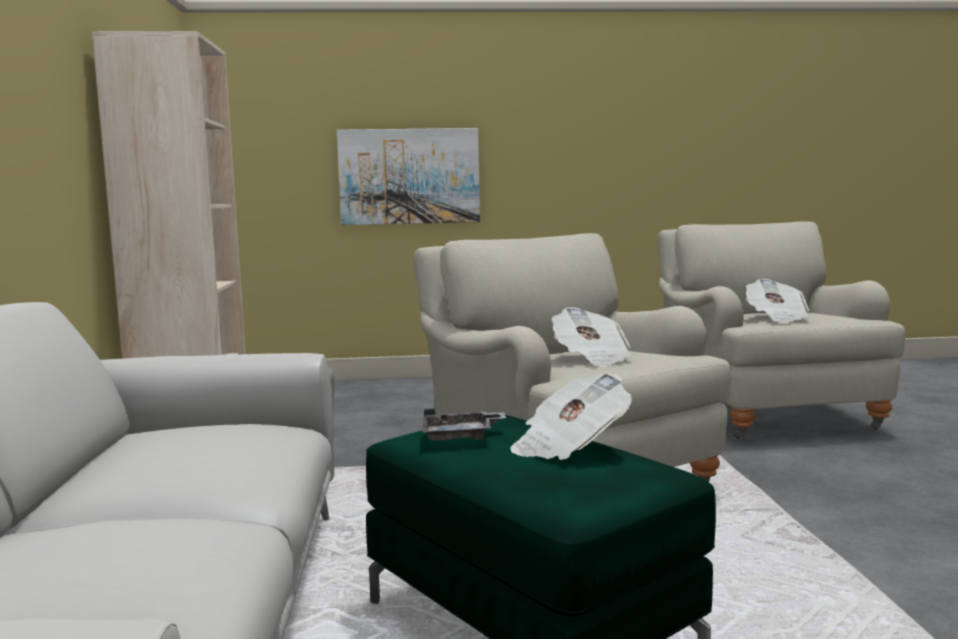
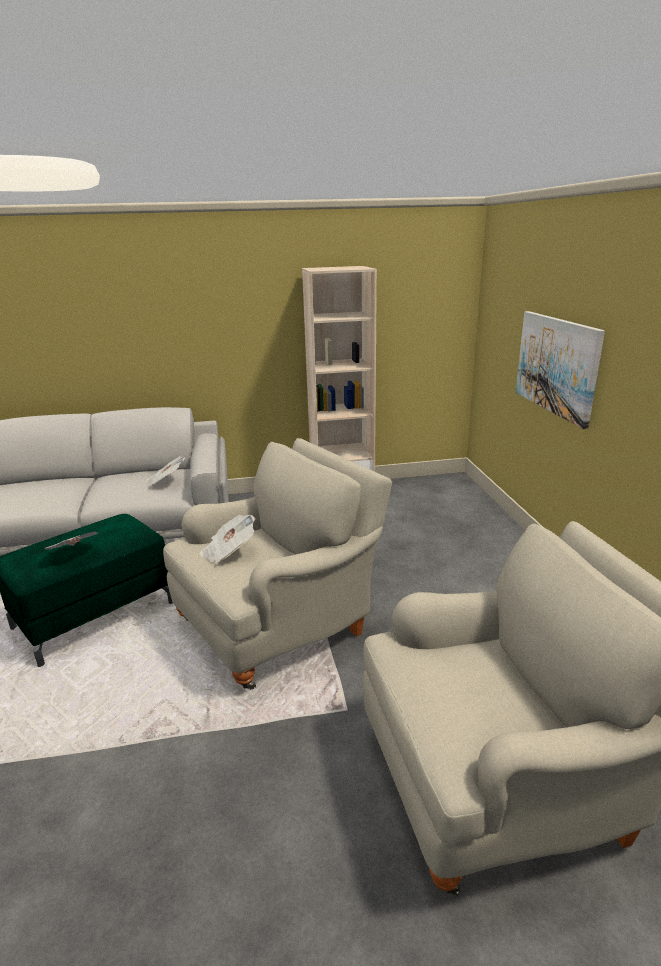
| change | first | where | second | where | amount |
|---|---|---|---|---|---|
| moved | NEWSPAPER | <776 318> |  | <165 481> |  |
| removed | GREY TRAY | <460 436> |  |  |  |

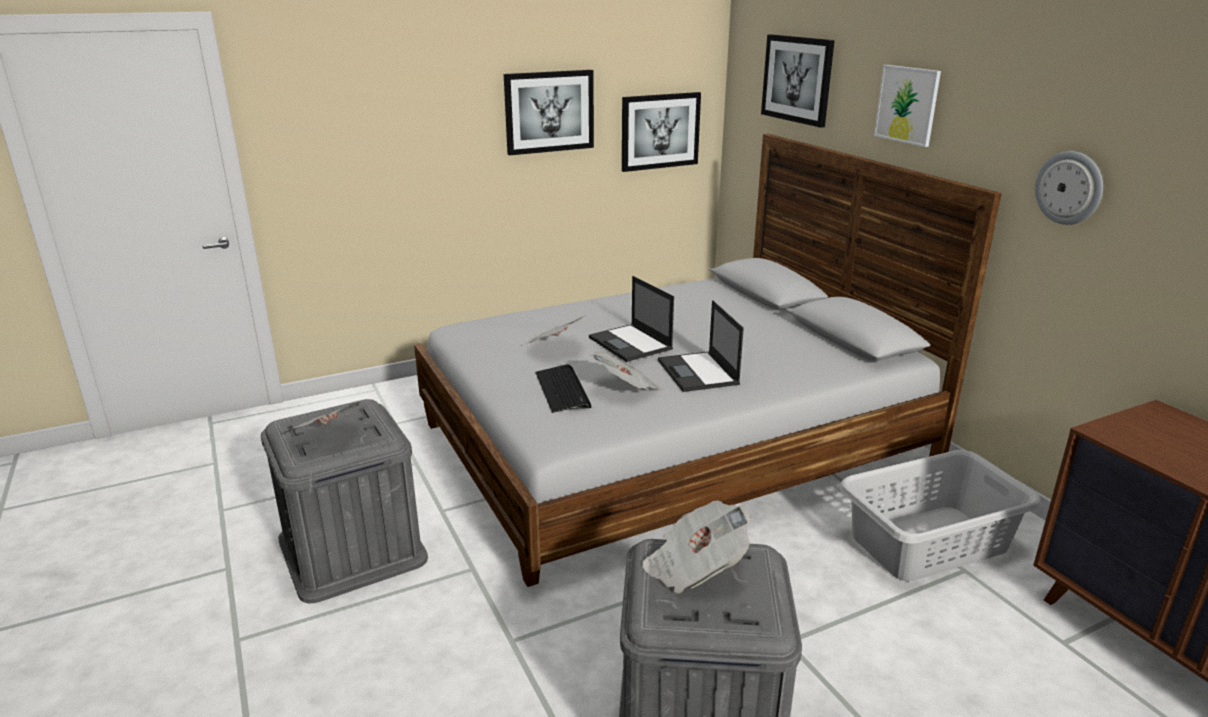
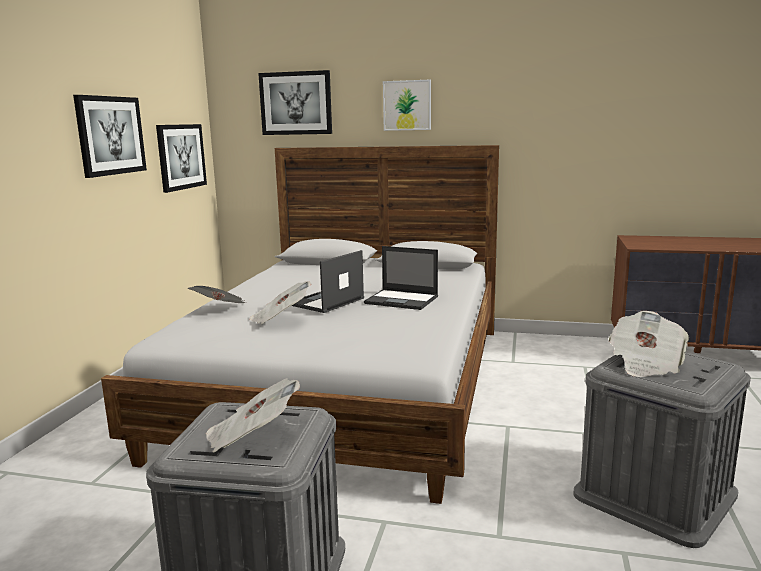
| change | first | where | second | where | amount |
|---|---|---|---|---|---|
| removed | WALL CLOCK | <1069 187> |  |  |  |
| turned | LAPTOP | <631 343> |  | <326 301> | 120 degrees clockwise |
| moved | NEWSPAPER | <626 389> |  | <220 310> |  |
| removed | KEYBOARD | <563 390> |  |  |  |
| removed | GREY LAUNDRY BASKET | <930 543> |  |  |  |

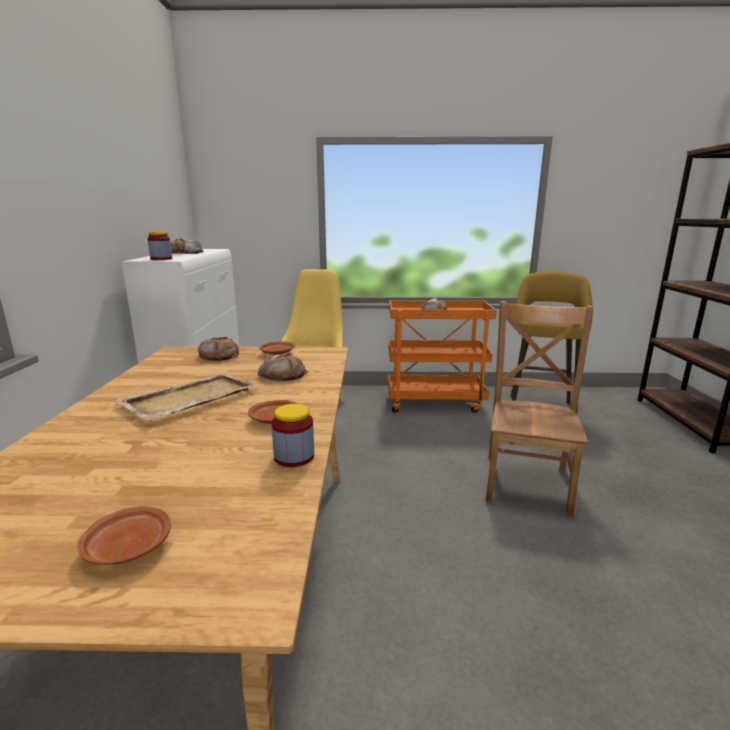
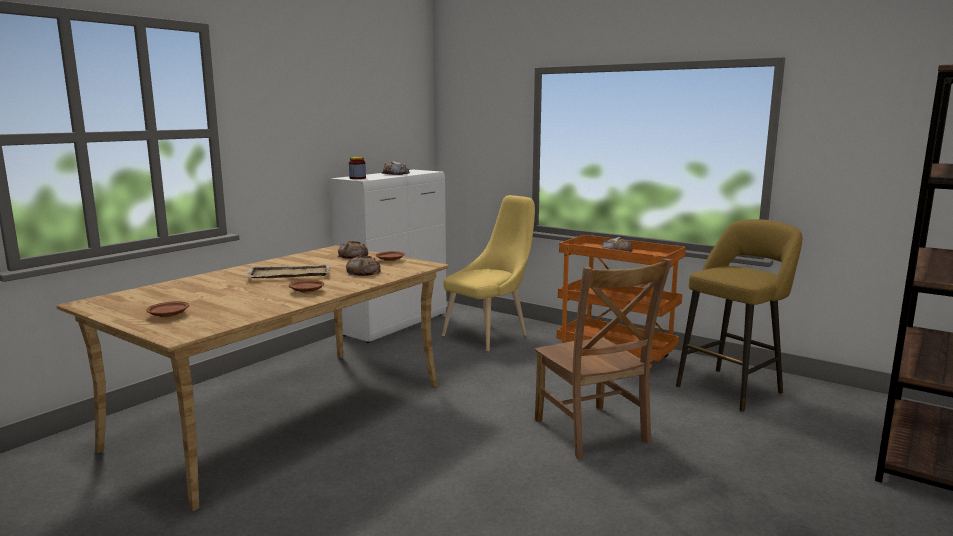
| change | first | where | second | where | amount |
|---|---|---|---|---|---|
| turned | BROWN CHAIR | <527 481> |  | <592 433> | 105 degrees clockwise |
| removed | JAR | <294 457> |  |  |  |

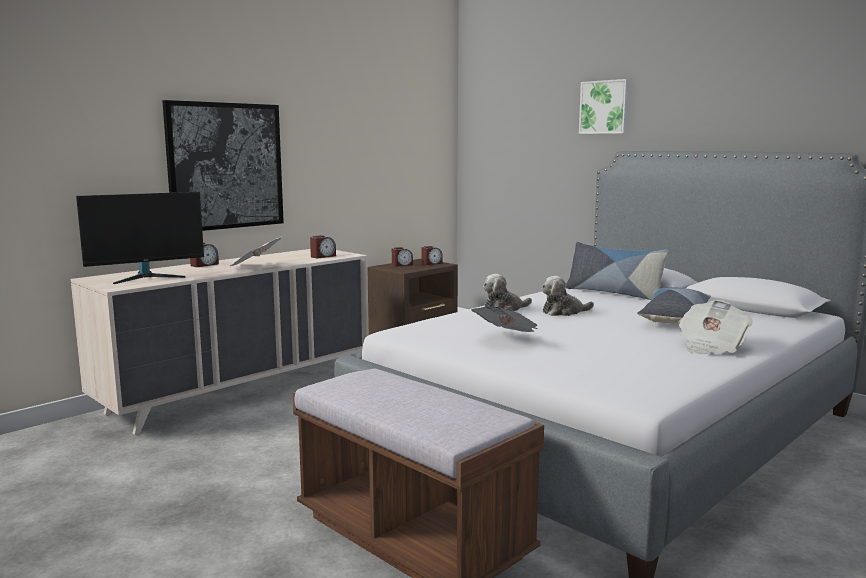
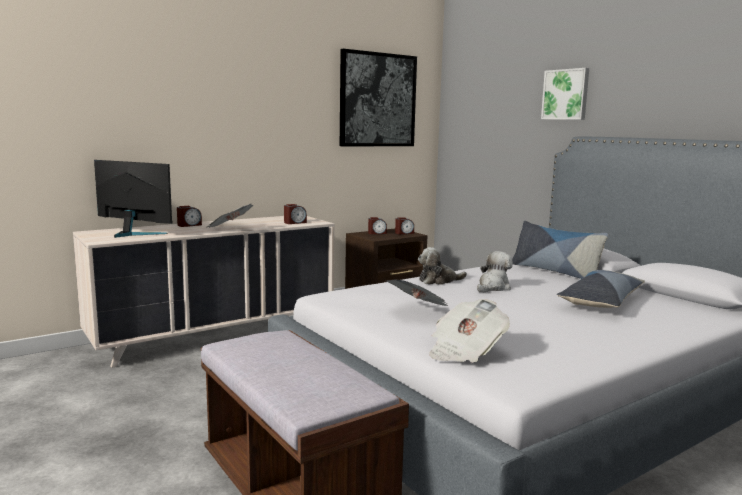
| change | first | where | second | where | amount |
|---|---|---|---|---|---|
| moved | PICTURE | <225 166> |  | <377 100> |  |
| turned | MONITOR | <147 277> |  | <132 233> | 135 degrees counterclockwise |
| turned | PLUSH TOY | <563 312> |  | <493 287> | 135 degrees clockwise |
| moved | NEWSPAPER | <710 346> |  | <465 351> |  |

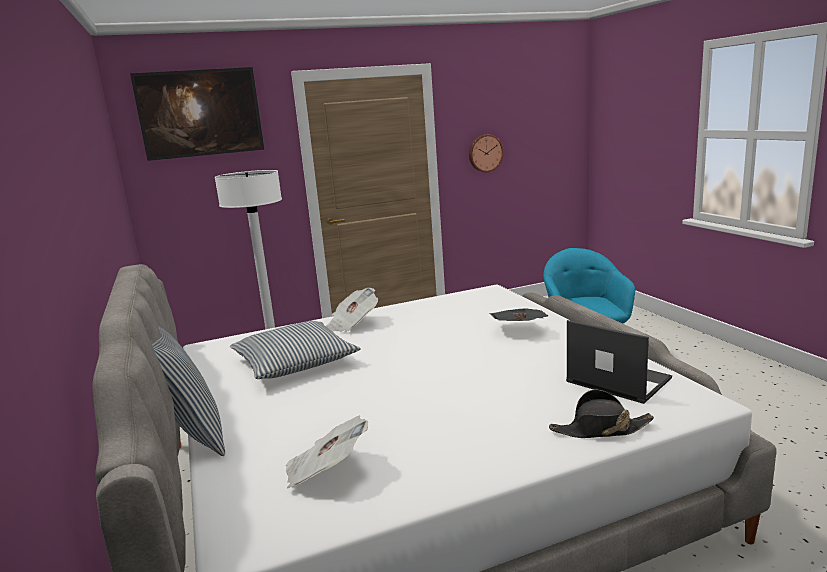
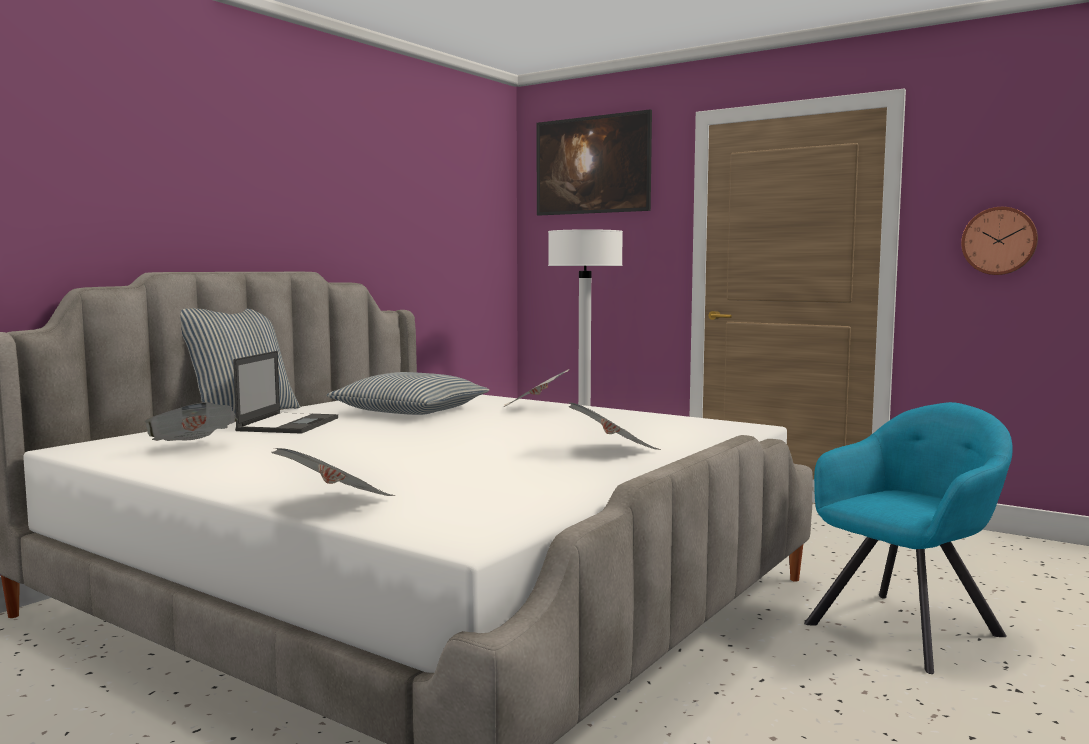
| change | first | where | second | where | amount |
|---|---|---|---|---|---|
| moved | LAPTOP | <617 380> |  | <289 424> |  |
| replaced | BLACK HAT | <600 429> | NEWSPAPER | <336 505> |  |

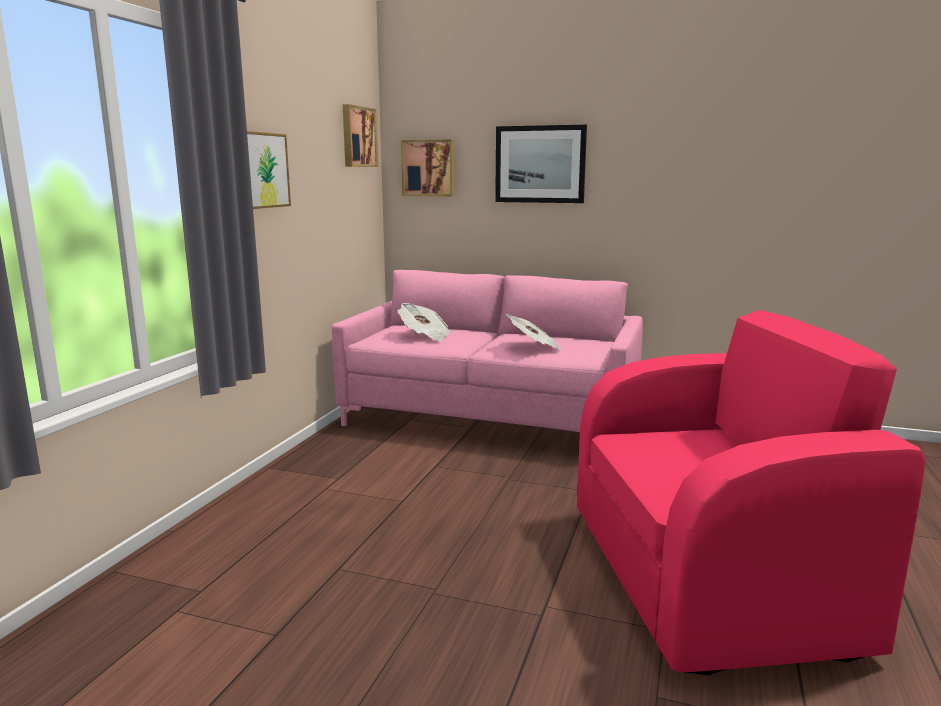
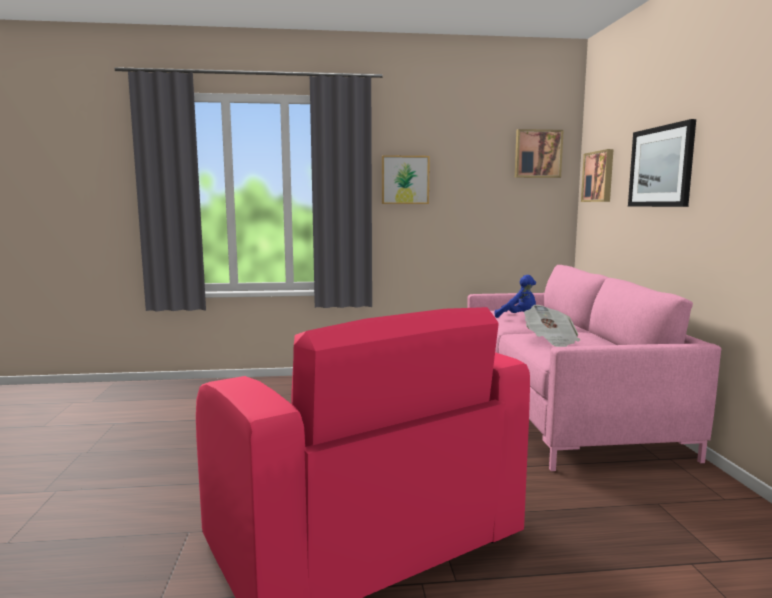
| change | first | where | second | where | amount |
|---|---|---|---|---|---|
| replaced | NEWSPAPER | <425 336> | BLUE PLUSH TOY | <518 317> |  |

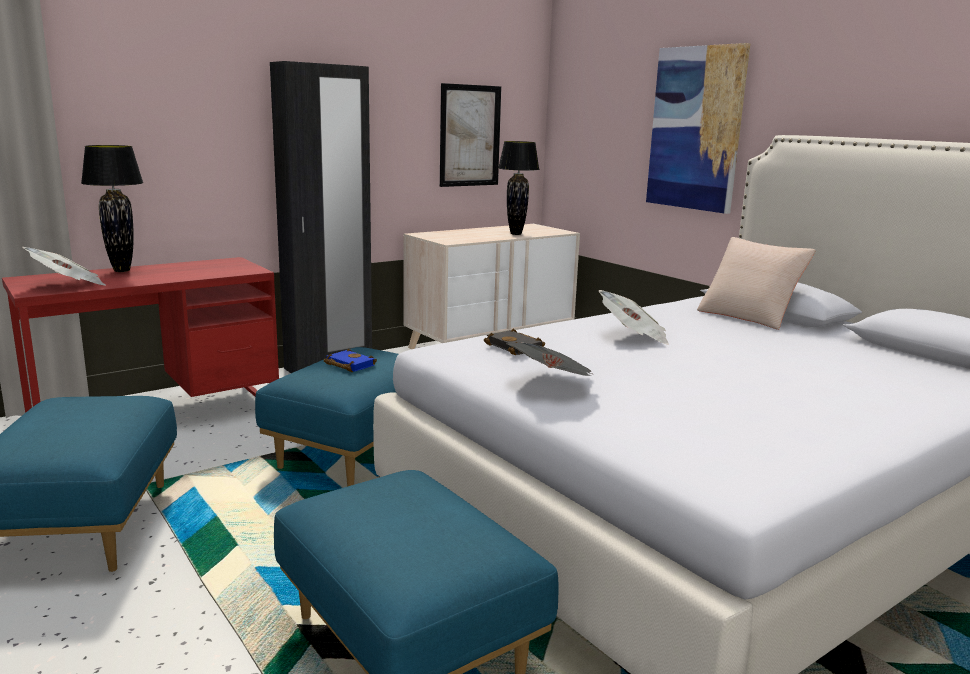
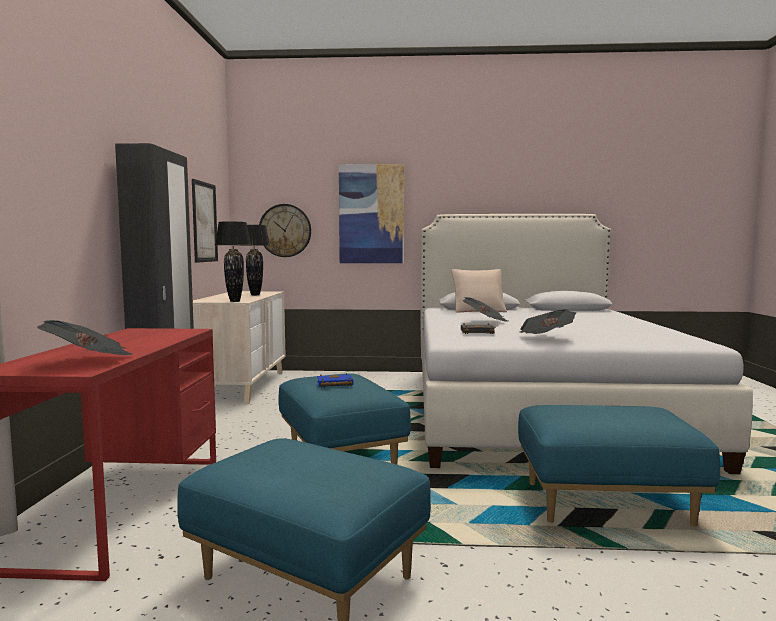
| change | first | where | second | where | amount |
|---|---|---|---|---|---|
| moved | BLACK TABLE LAMP | <122 270> |  | <234 301> |  |
| added |  |  | WALL CLOCK | <285 230> |  |

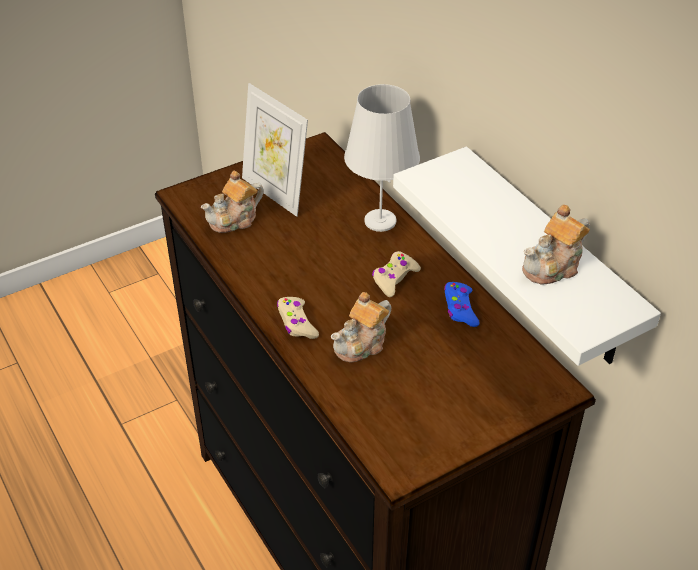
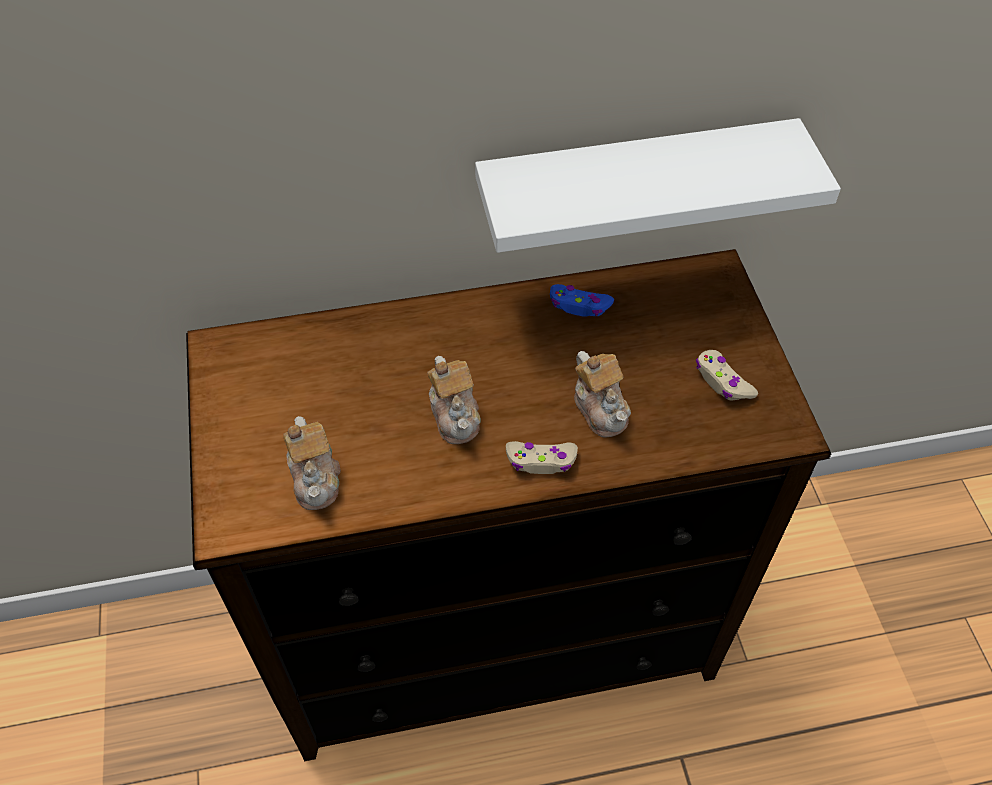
| change | first | where | second | where | amount |
|---|---|---|---|---|---|
| removed | PICTURE FRAME | <275 193> |  |  |  |
| removed | WHITE TABLE LAMP | <380 221> |  |  |  |
| moved | TEAPOT | <553 266> |  | <455 414> |  |
| moved | BEIGE GAME CONTROLLER | <394 278> |  | <722 381> |  |

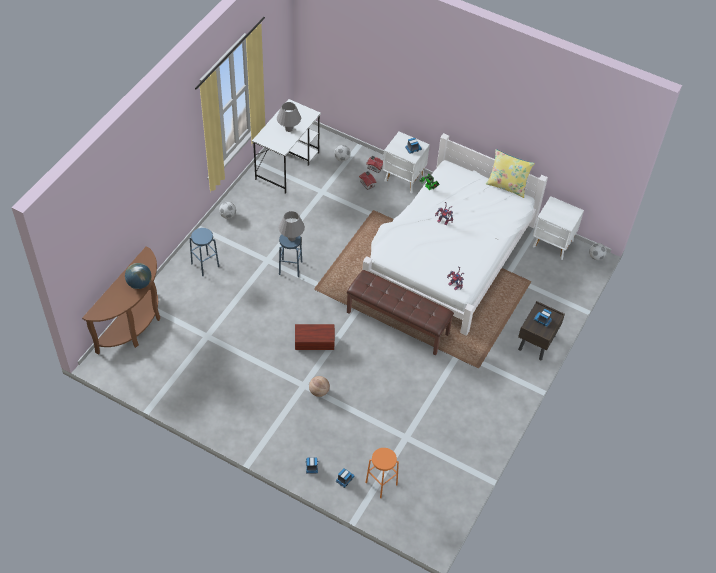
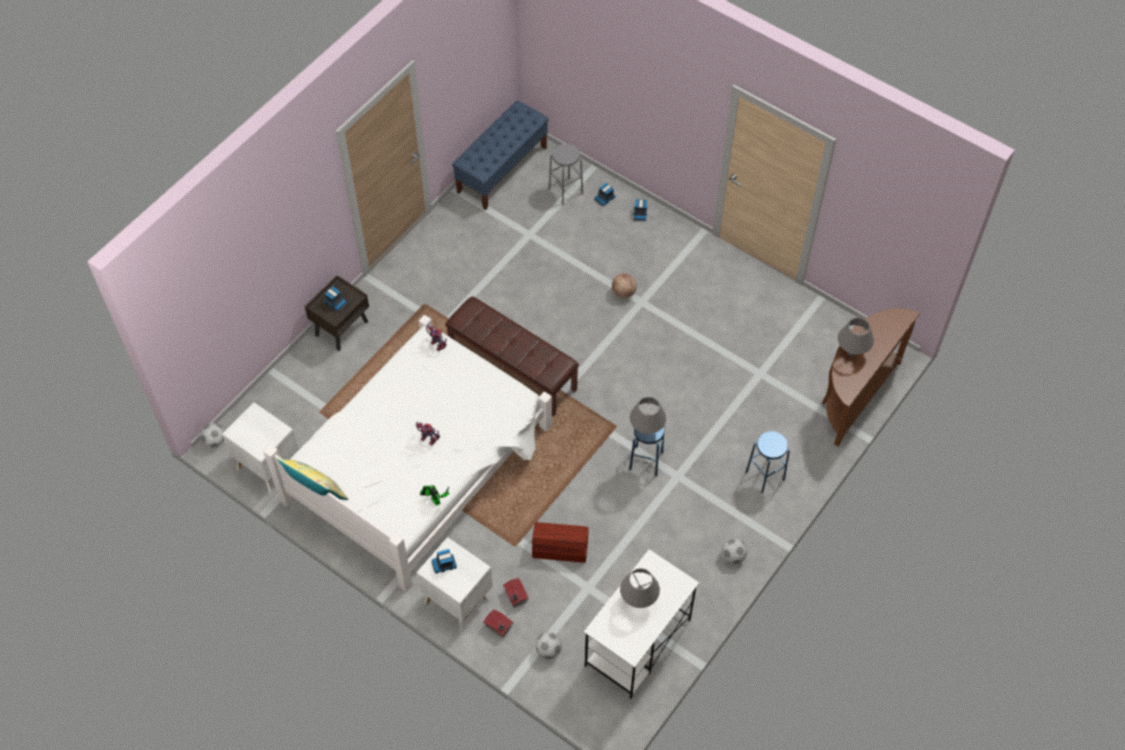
| change | first | where | second | where | amount |
|---|---|---|---|---|---|
| replaced | GLOBE | <139 284> | GREY TABLE LAMP | <852 351> |  |
| moved | BROWN STORAGE BOX | <315 343> |  | <559 548> |  |
| recoloured | ORANGE STOOL | <381 483> | GREY STOOL | <565 191> |  |
| added |  |  | BLUE BENCH | <502 169> |  |

